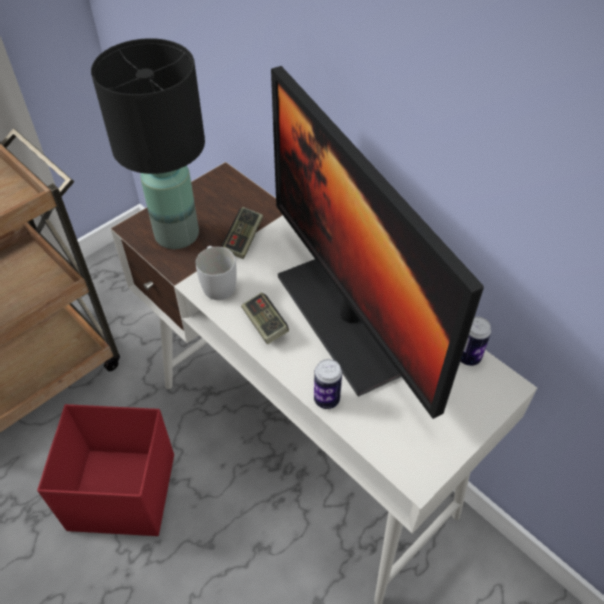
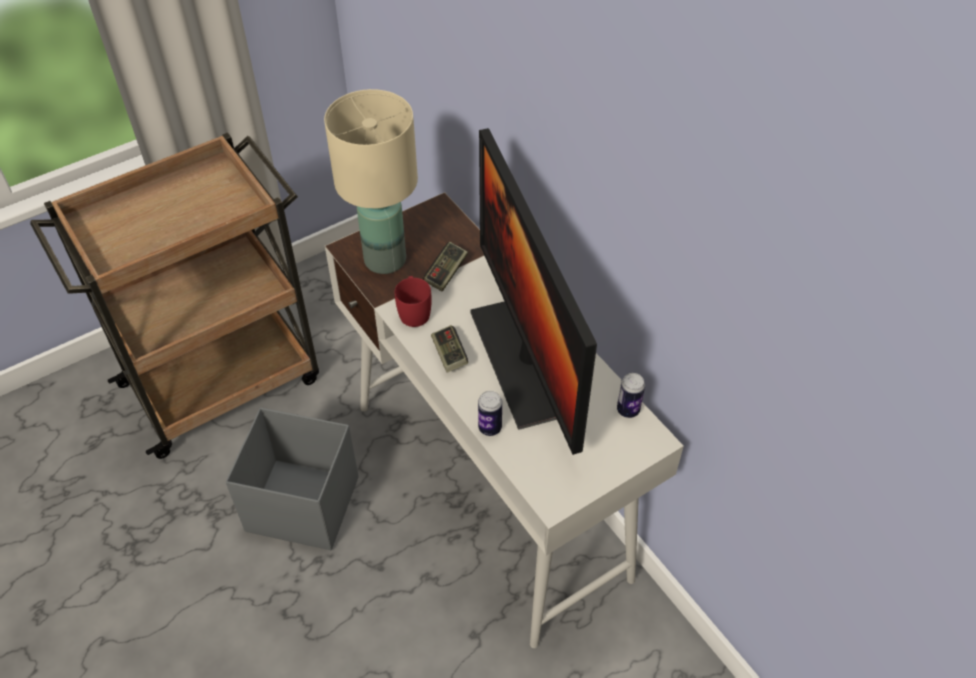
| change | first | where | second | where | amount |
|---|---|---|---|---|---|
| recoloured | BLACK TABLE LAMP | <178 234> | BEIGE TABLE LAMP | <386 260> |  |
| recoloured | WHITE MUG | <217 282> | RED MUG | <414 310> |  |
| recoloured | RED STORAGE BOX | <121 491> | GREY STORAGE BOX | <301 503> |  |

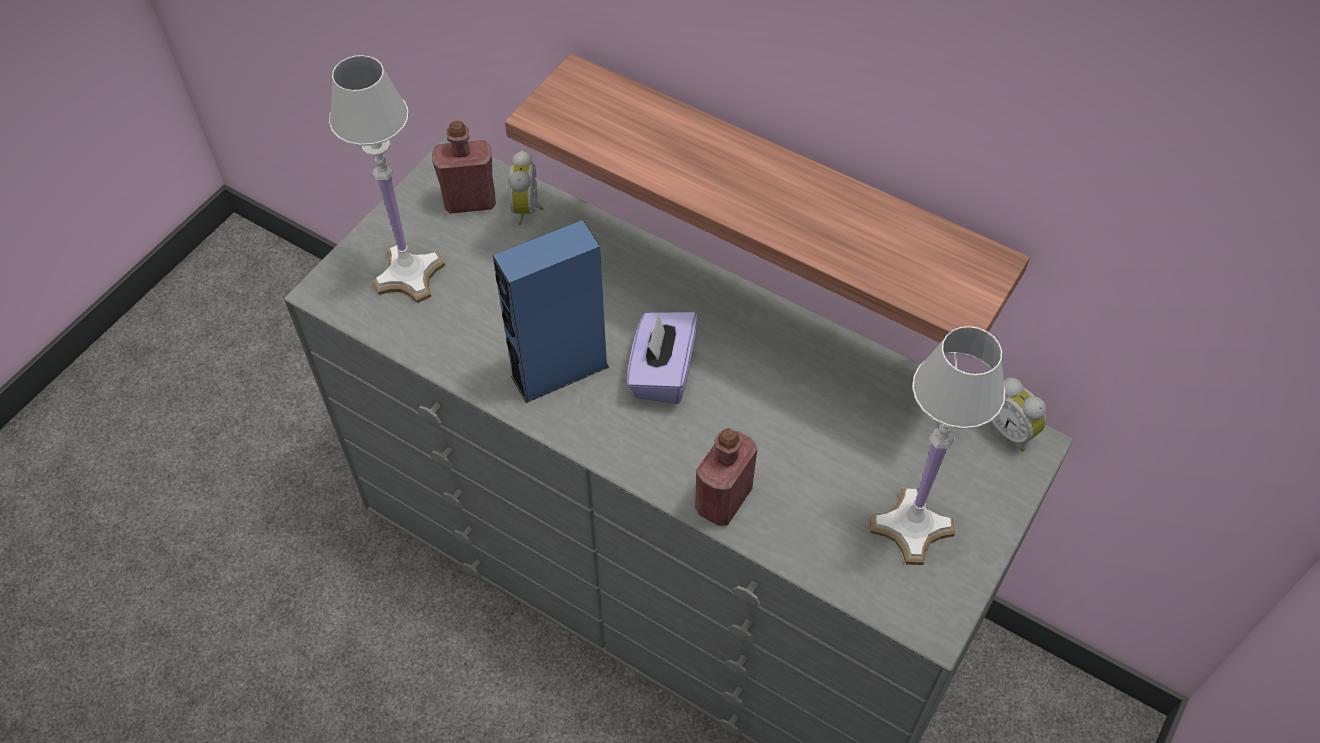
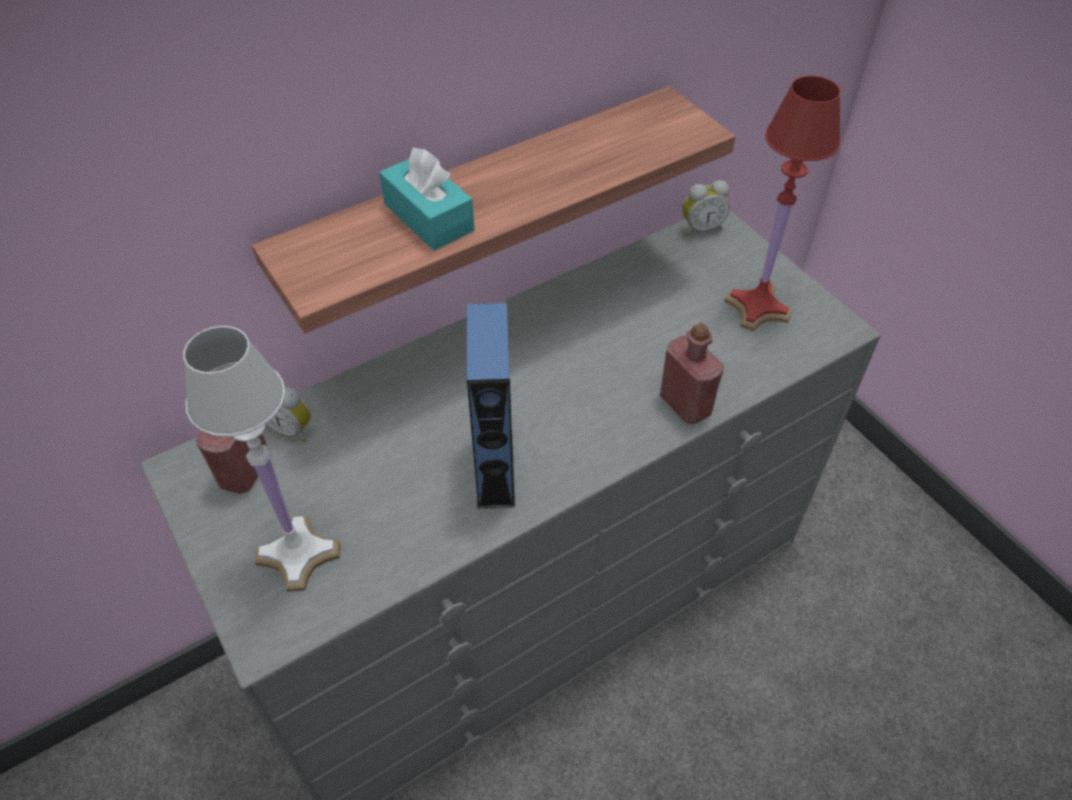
| change | first | where | second | where | amount |
|---|---|---|---|---|---|
| removed | PURPLE TISSUE BOX | <662 373> |  |  |  |
| recoloured | WHITE TABLE LAMP | <912 526> | RED TABLE LAMP | <757 307> |  |
| added |  |  | TURQUOISE TISSUE BOX | <428 217> |  |

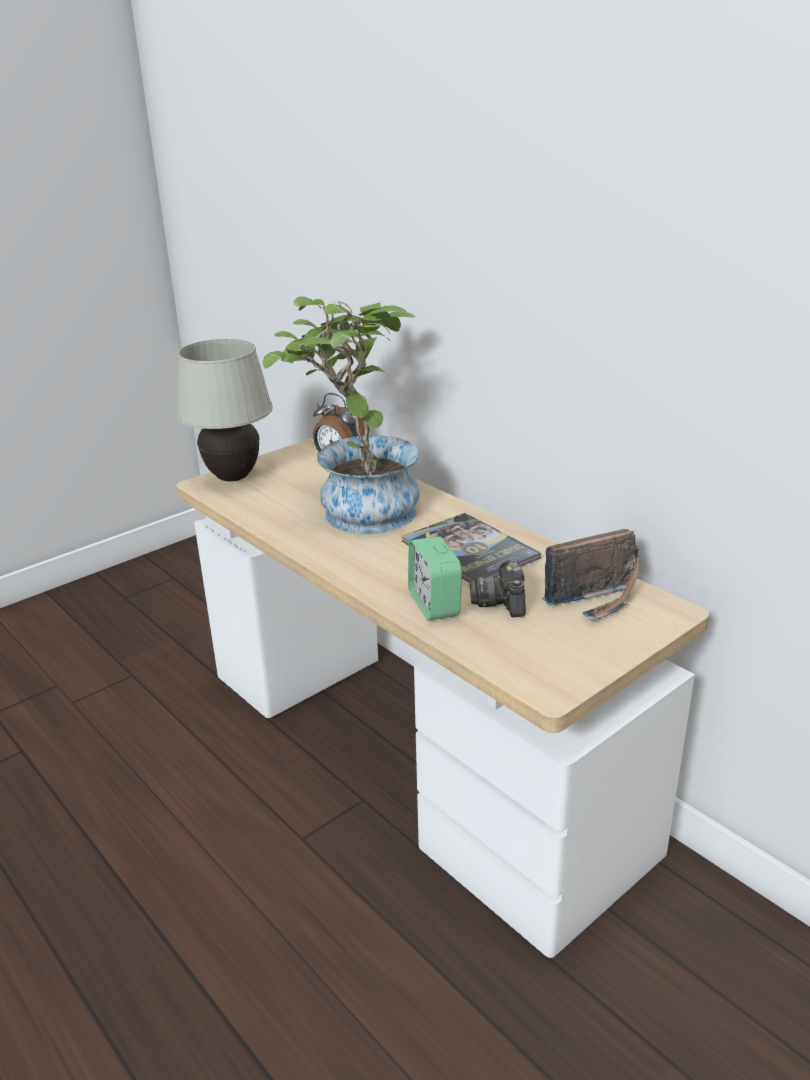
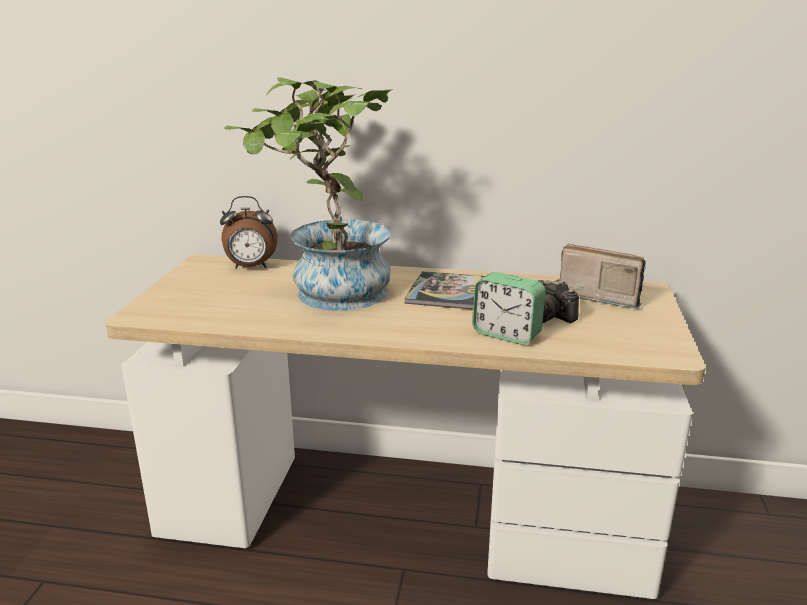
| change | first | where | second | where | amount |
|---|---|---|---|---|---|
| removed | WHITE TABLE LAMP | <232 477> |  |  |  |
| turned | RADIO | <598 600> |  | <598 296> | 90 degrees counterclockwise |

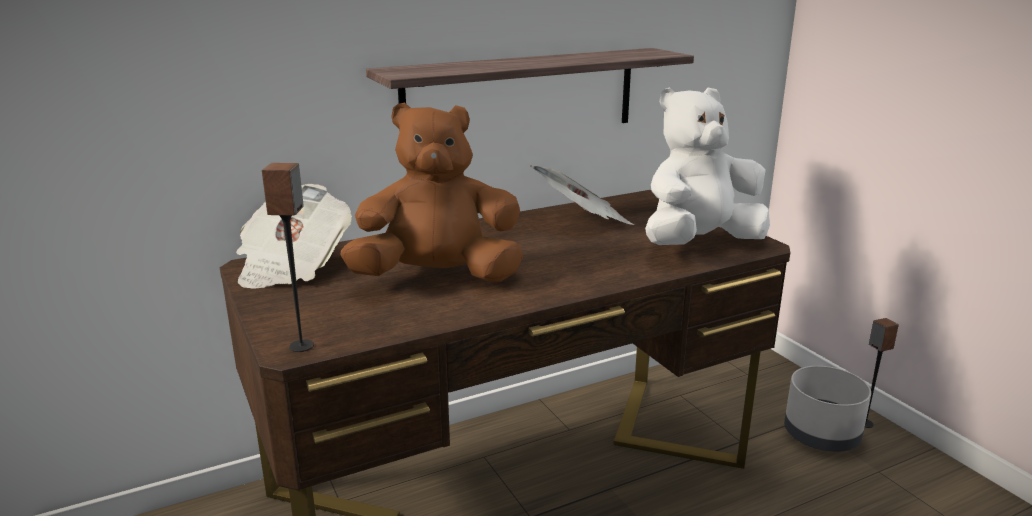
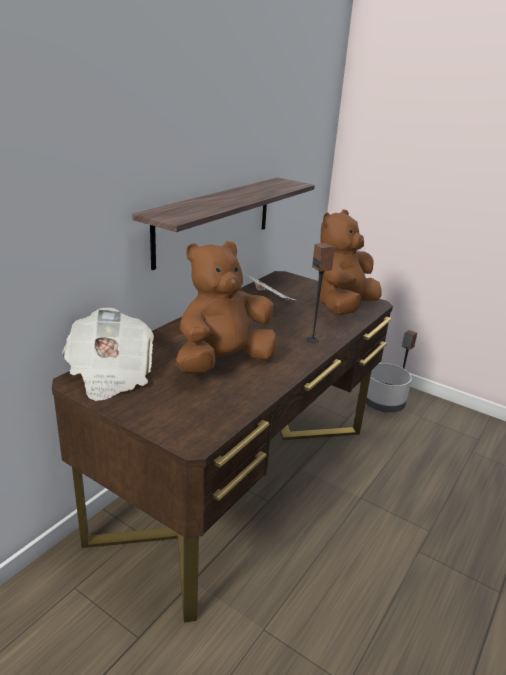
| change | first | where | second | where | amount |
|---|---|---|---|---|---|
| recoloured | WHITE PLUSH TOY | <699 243> | BROWN PLUSH TOY | <343 307> |  |
| moved | SPEAKER | <302 346> |  | <313 340> |  |

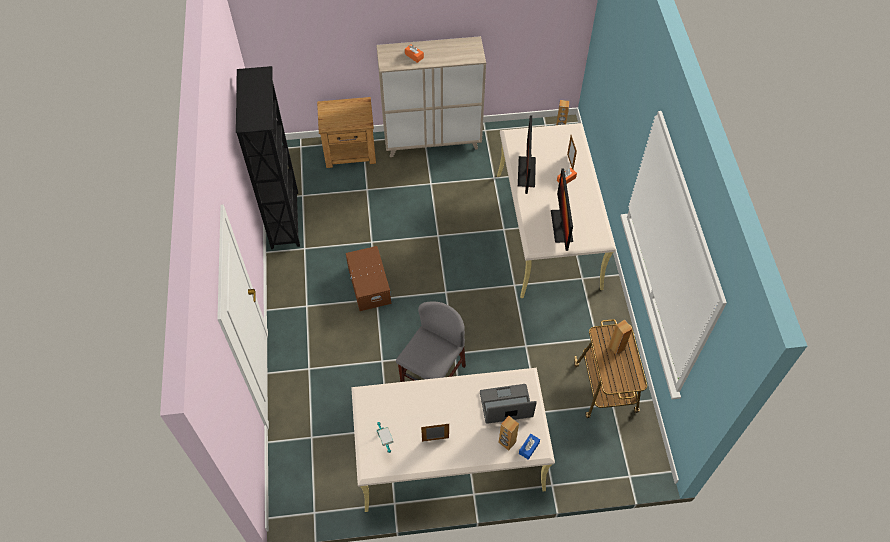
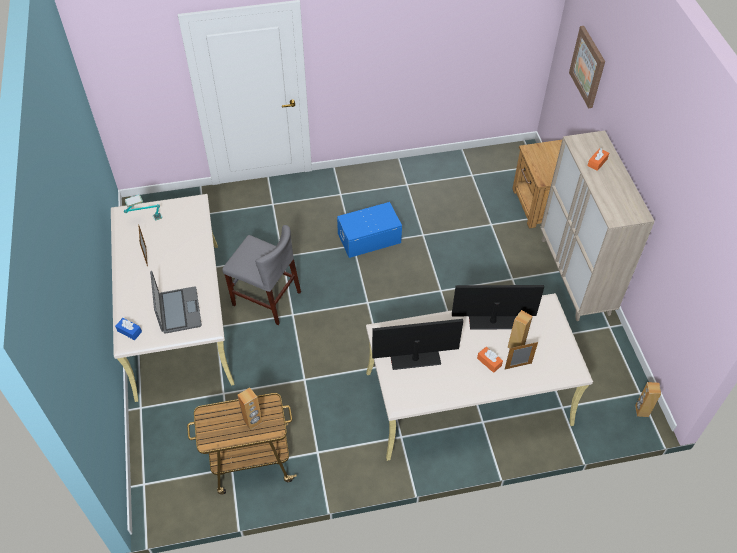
| change | first | where | second | where | amount |
|---|---|---|---|---|---|
| removed | BLACK BOOKCASE | <285 219> |  |  |  |
| recoloured | BROWN STORAGE BOX | <368 285> | BLUE STORAGE BOX | <368 238> |  |
| moved | BROWN SPEAKER | <507 442> |  | <516 345> |  |
| added |  |  | PICTURE | <588 67> |  |

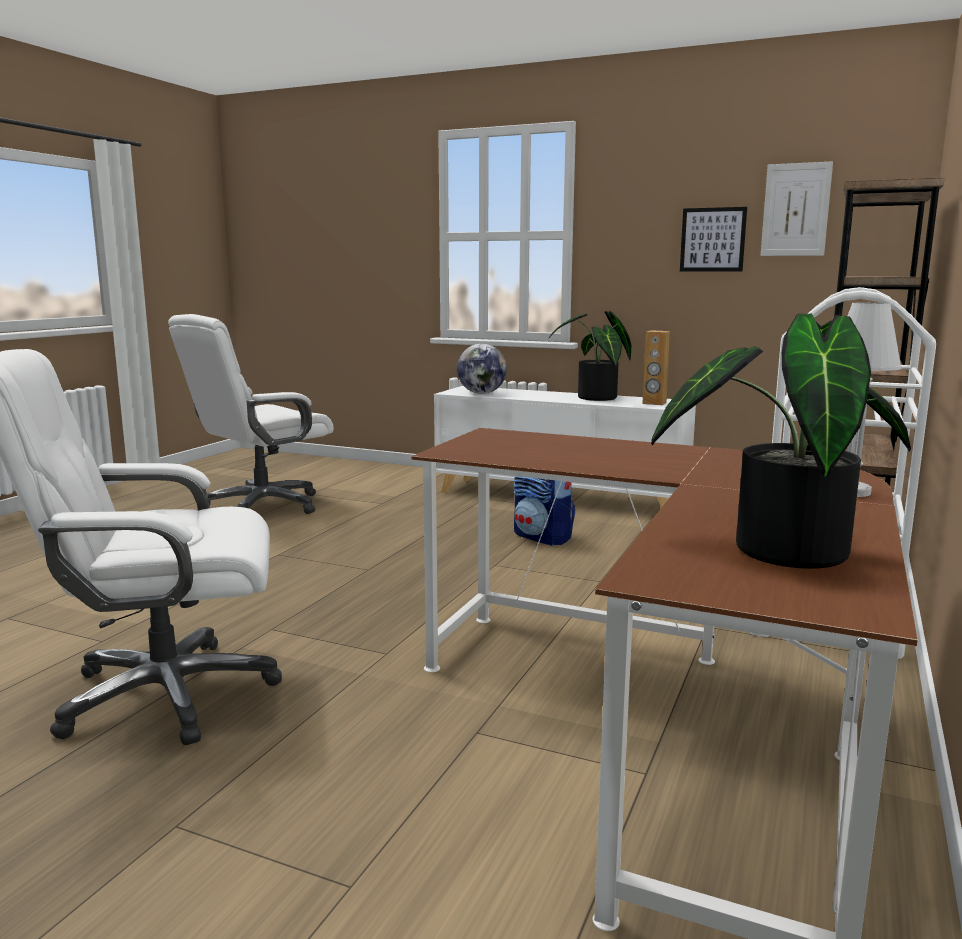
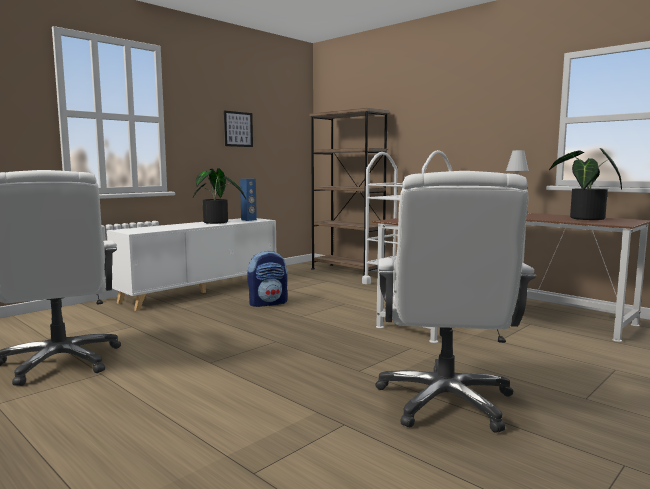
| change | first | where | second | where | amount |
|---|---|---|---|---|---|
| removed | PICTURE | <795 210> |  |  |  |
| recoloured | BROWN SPEAKER | <654 403> | BLUE SPEAKER | <249 220> |  |
| removed | GLOBE | <481 393> |  |  |  |

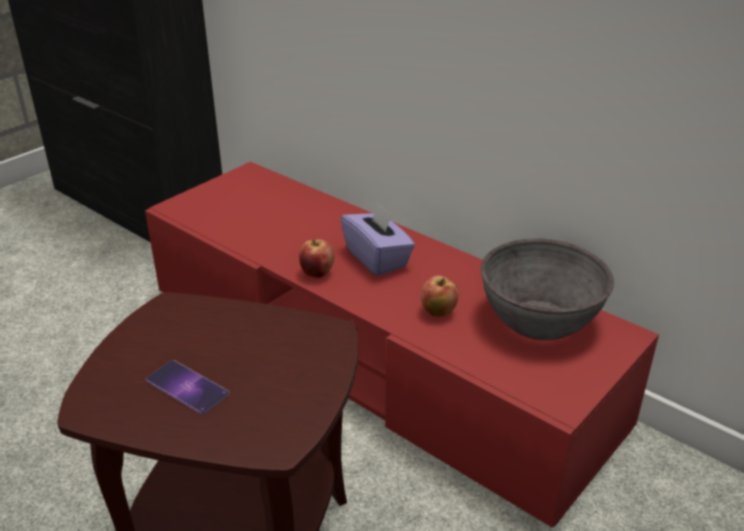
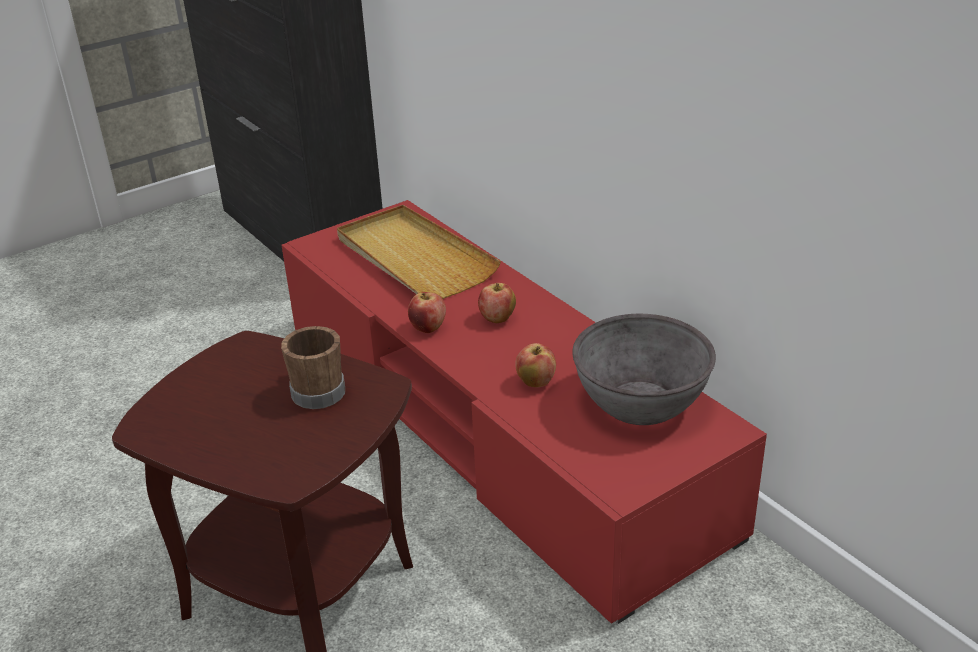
| change | first | where | second | where | amount |
|---|---|---|---|---|---|
| replaced | PURPLE TISSUE BOX | <377 258> | APPLE | <497 319> |  |
| removed | PHONE | <187 387> |  |  |  |
| added |  |  | BEIGE TRAY | <414 258> |  |
| added |  |  | BROWN MUG | <317 389> |  |

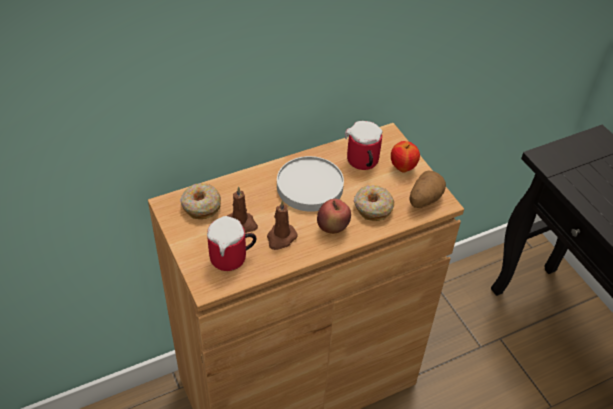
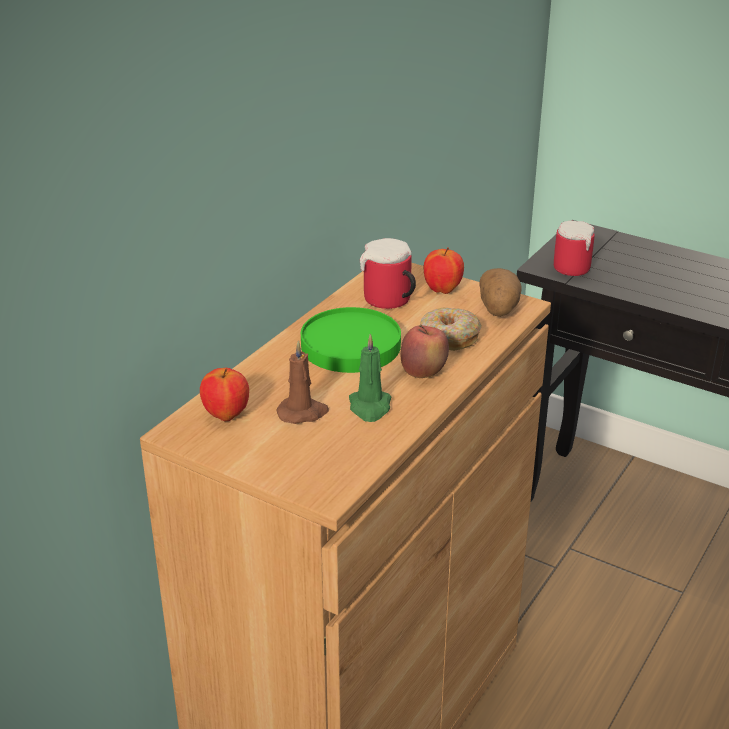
| change | first | where | second | where | amount |
|---|---|---|---|---|---|
| recoloured | WHITE PLATE | <310 187> | GREEN PLATE | <351 345> |  |
| replaced | DONUT | <201 206> | APPLE | <226 415> |  |
| recoloured | BROWN CANDLE | <281 238> | GREEN CANDLE | <370 407> |  |
| moved | MUG | <233 258> |  | <576 267> |  |

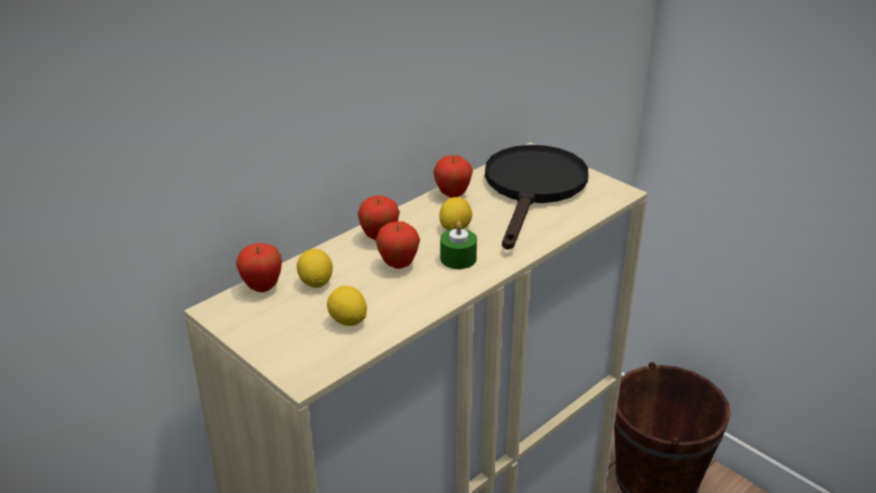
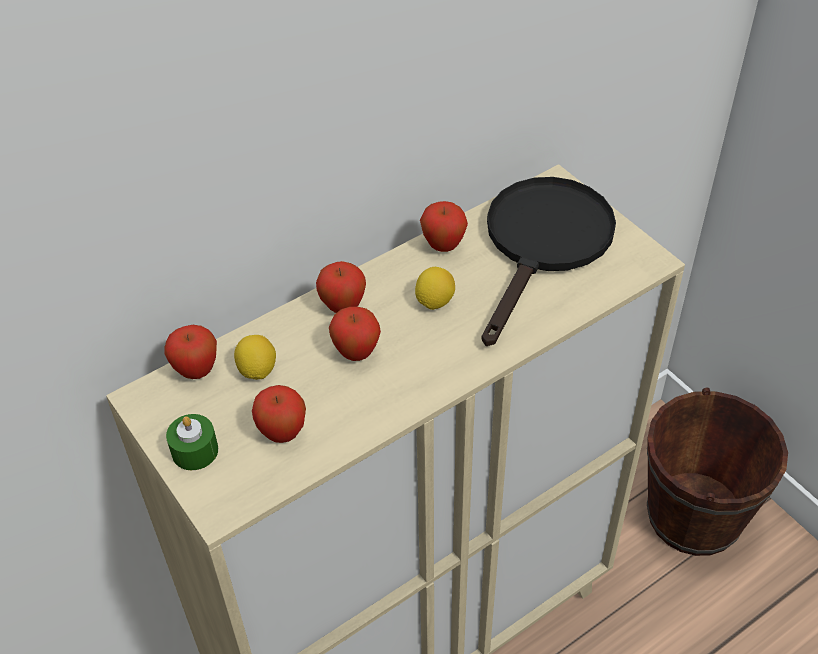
| change | first | where | second | where | amount |
|---|---|---|---|---|---|
| moved | GREEN CANDLE | <458 258> |  | <195 451> |  |
| replaced | LEMON | <348 321> | APPLE | <282 433> |  |

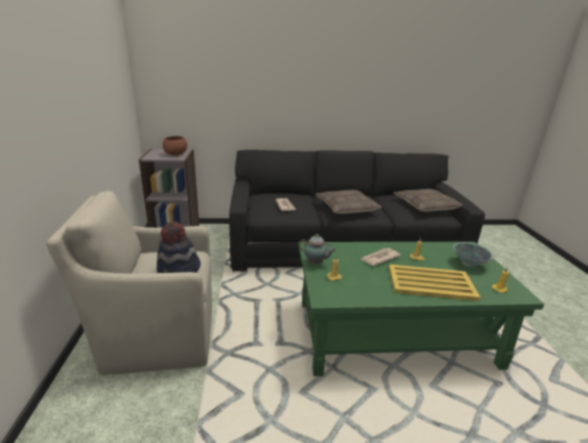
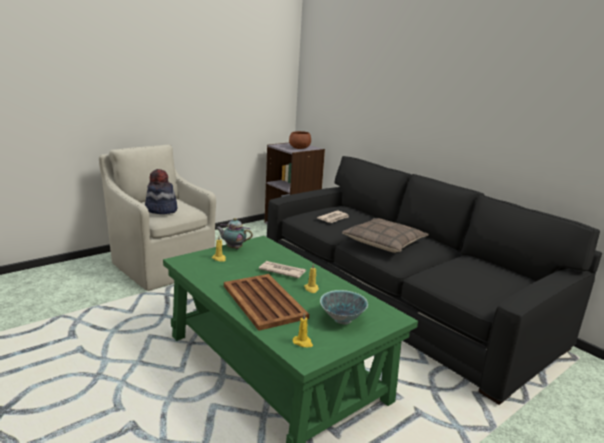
| change | first | where | second | where | amount |
|---|---|---|---|---|---|
| removed | PILLOW | <425 206> |  |  |  |
| turned | TEAPOT | <316 263> |  | <233 248> | 120 degrees clockwise |
| recoloured | YELLOW TRAY | <432 283> | BROWN TRAY | <264 302> |  |

